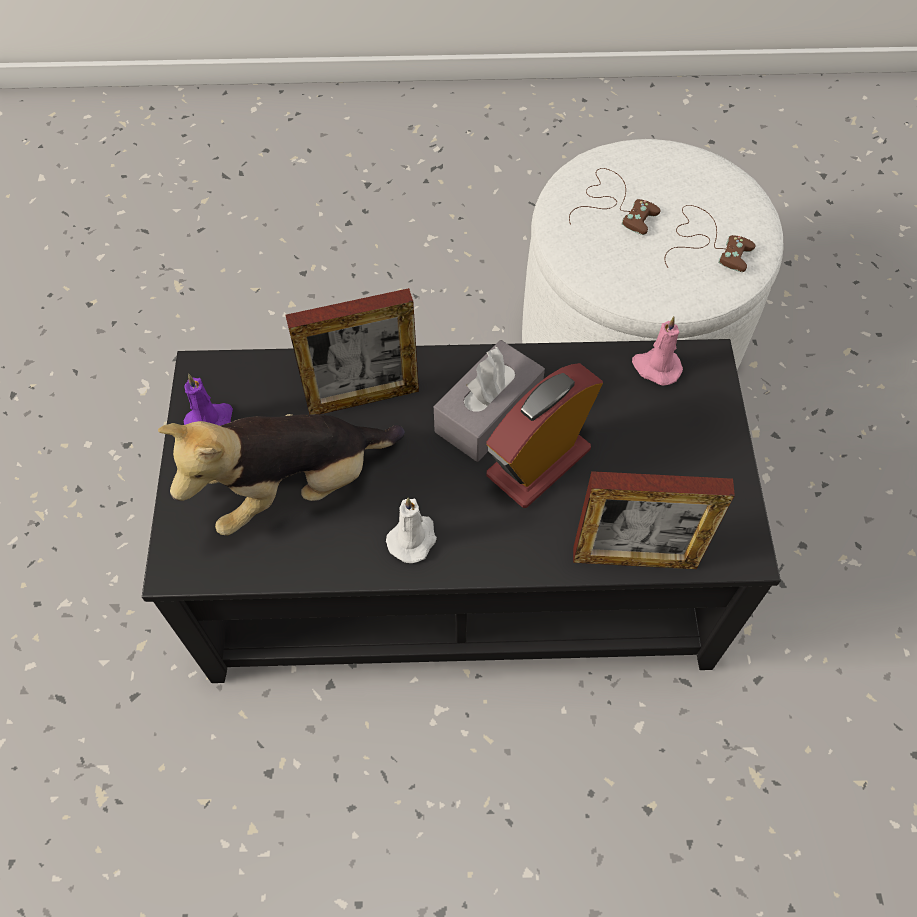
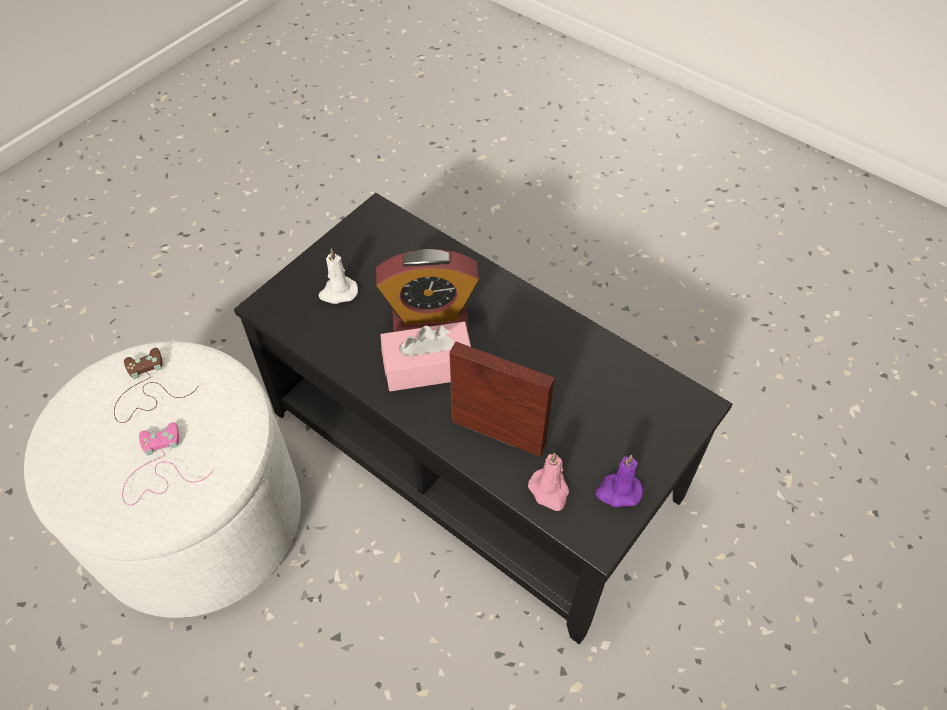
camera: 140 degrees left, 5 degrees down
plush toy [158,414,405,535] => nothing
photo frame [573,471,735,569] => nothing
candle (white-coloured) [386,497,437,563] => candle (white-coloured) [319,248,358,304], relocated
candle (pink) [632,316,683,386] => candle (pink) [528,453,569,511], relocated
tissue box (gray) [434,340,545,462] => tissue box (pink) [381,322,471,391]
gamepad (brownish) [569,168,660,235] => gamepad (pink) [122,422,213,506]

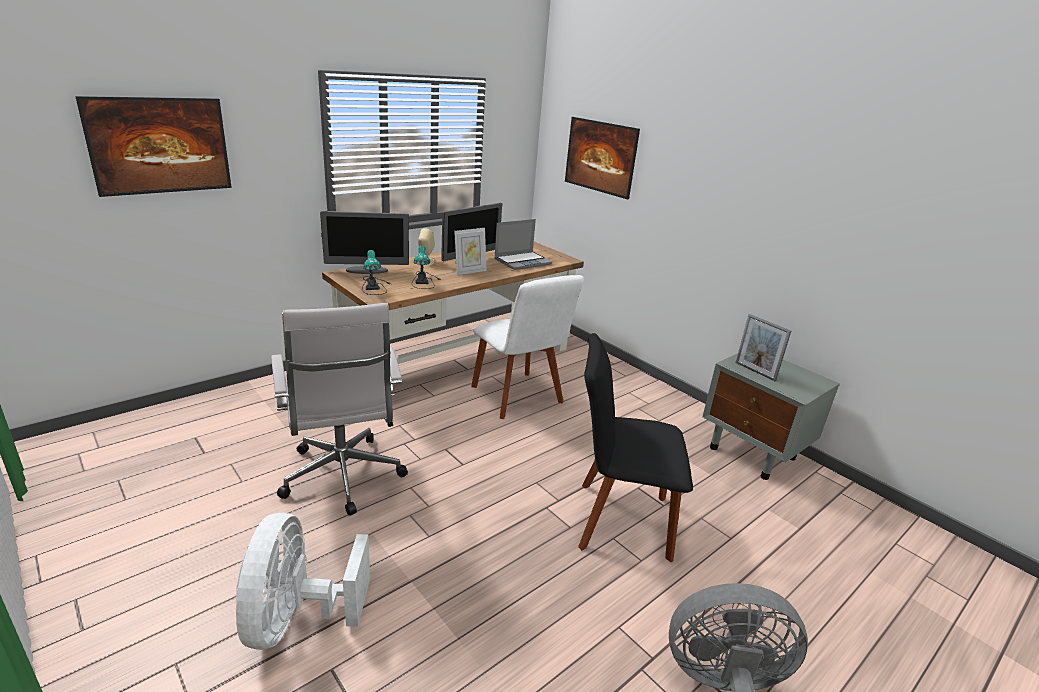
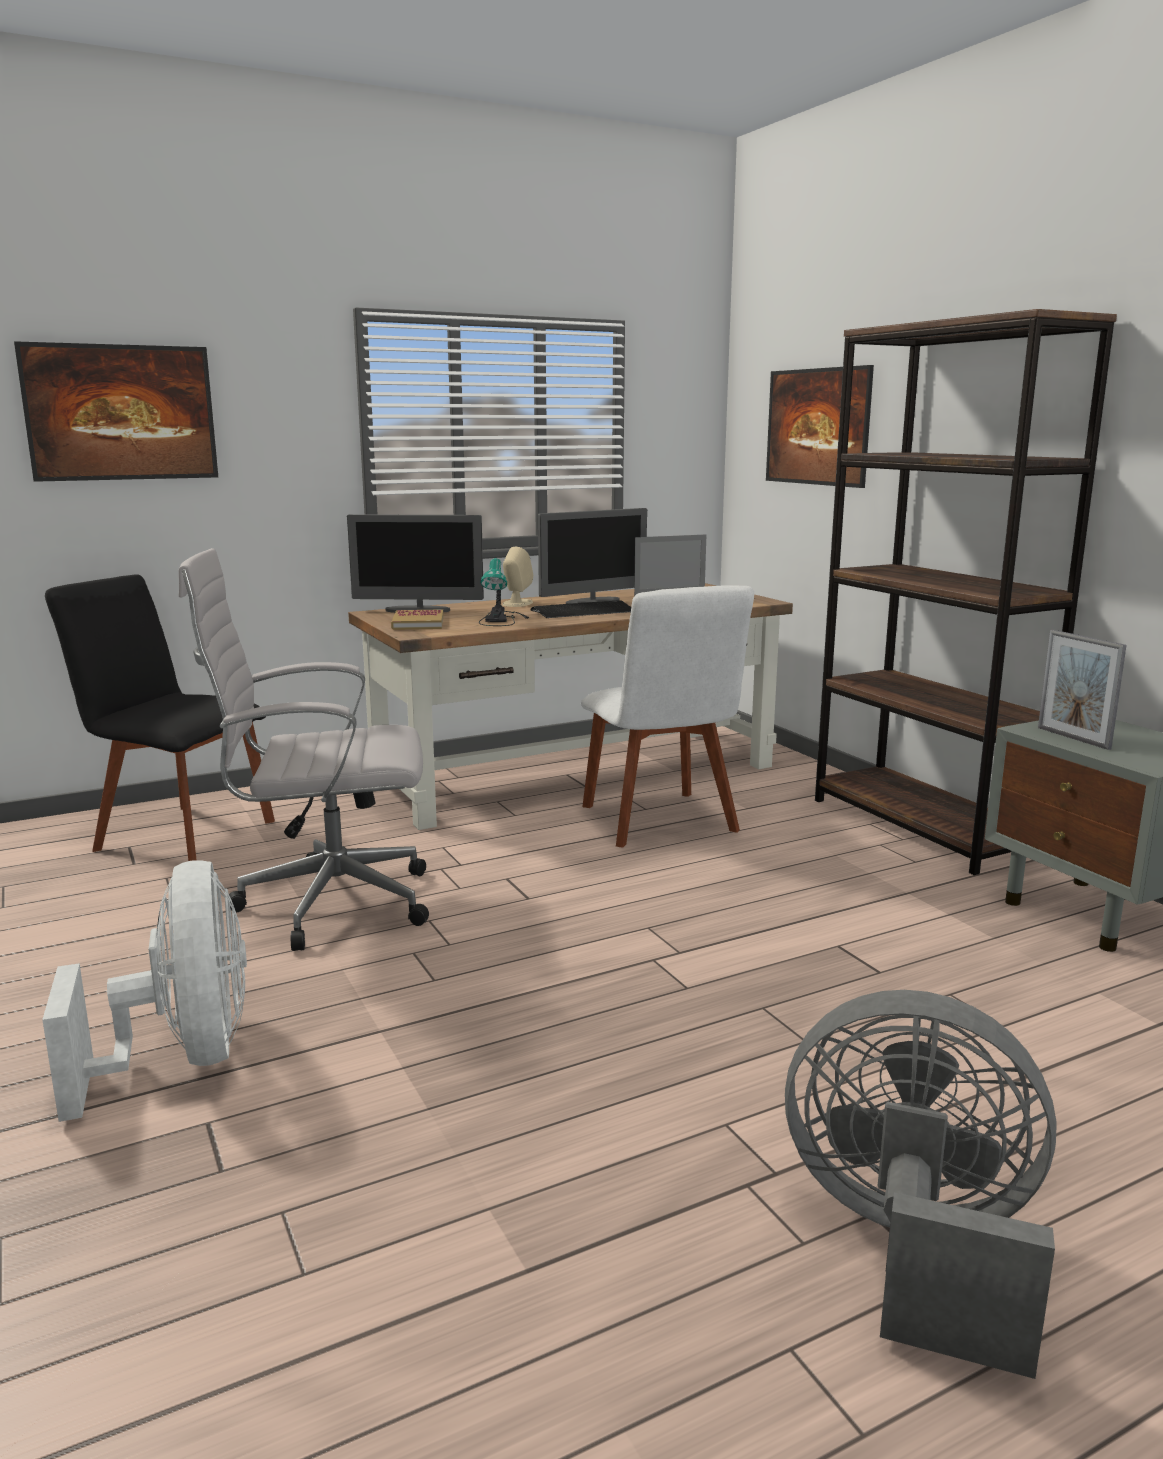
camera: 15 degrees right, 10 degrees down
nothing => shelving unit (brownish) [815,309,1117,875]
upright chair (black) [578,333,693,562] => upright chair (black) [45,575,275,861], relocated
lamp for a table [362,250,391,295] => volume [391,609,444,630]
photo frame [454,228,487,275] => keyboard [530,601,631,618]
fan (white-coloured) [236,513,370,650] => fan (white-coloured) [42,860,247,1122], 150 degrees clockwise
desk chair (white-coloured) [271,303,408,516] => desk chair (white-coloured) [179,548,429,951], 90 degrees clockwise

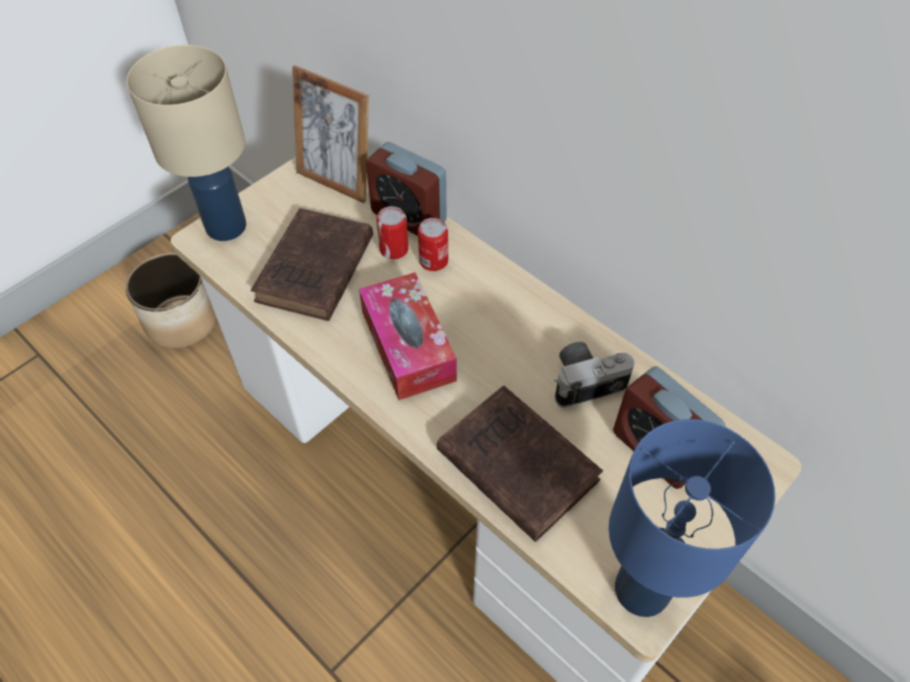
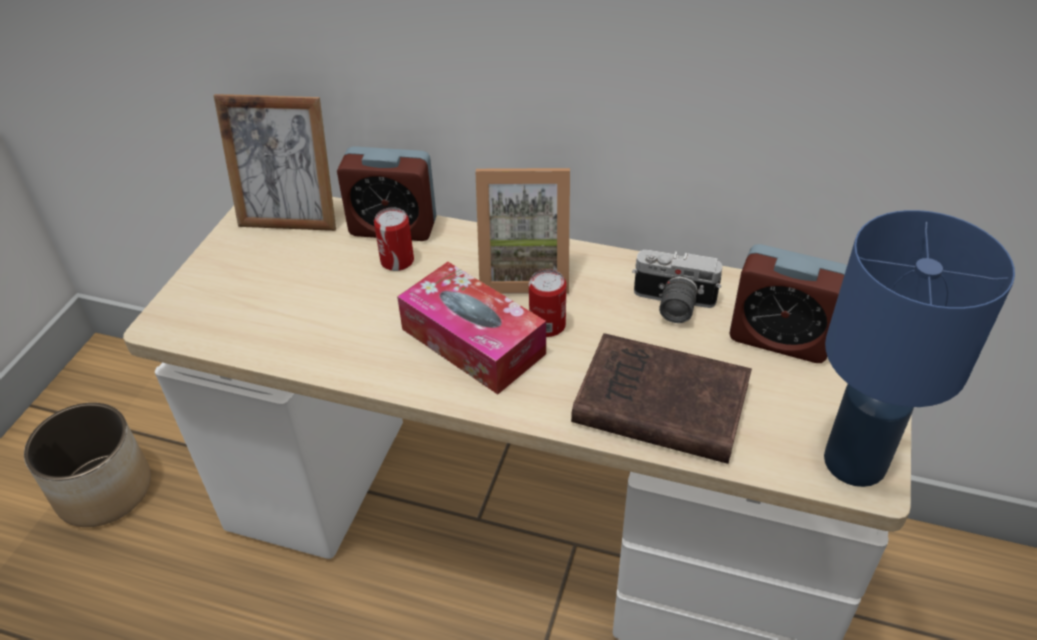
camera: 25 degrees left, 10 degrees down
lamp for a table (beige-coloured) [126,45,246,241] => nothing
volume (brownish) [251,208,373,321] => nothing
nothing => photo frame [476,168,570,294]
metal can [418,218,448,271] => metal can [529,269,566,337], relocated
photo camera [554,342,634,408] => photo camera [632,250,722,323], 120 degrees counterclockwise

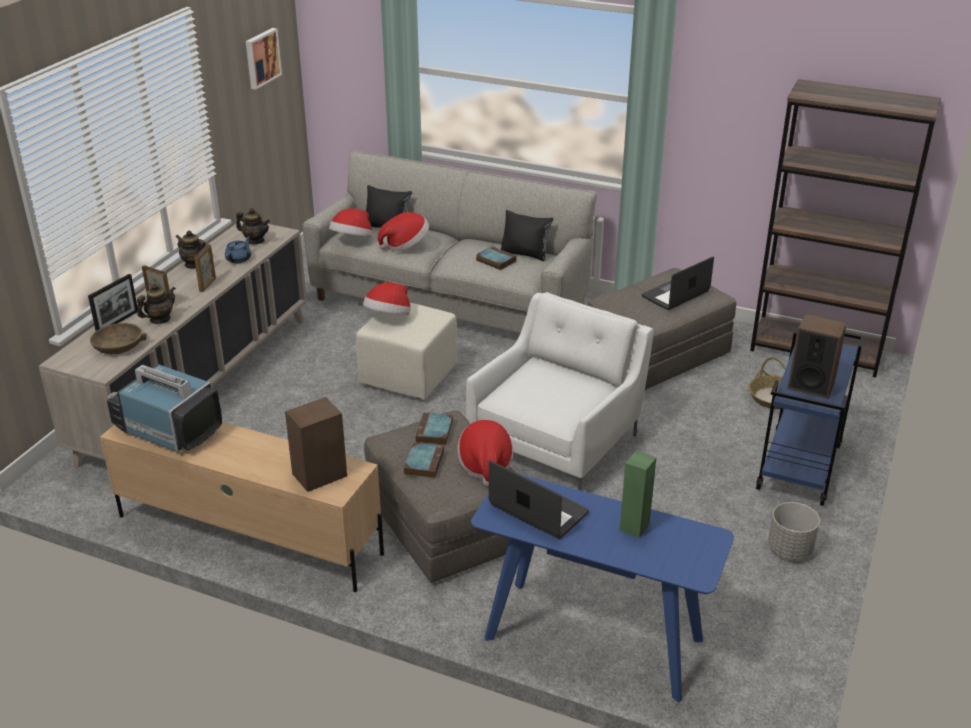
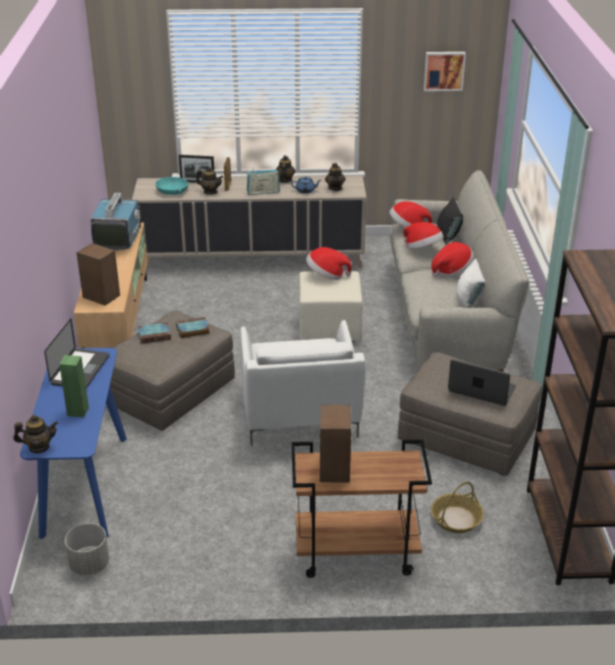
camera: 65 degrees right, 0 degrees up
volume [476,246,517,270] => nothing
nothing => tea pot [13,415,58,454]
hat [457,420,513,486] => hat [431,242,474,278], relocated
planter (gray) [768,502,820,560] => planter (gray) [65,523,109,575], relocated
photo frame [194,244,216,292] => radio set [247,168,280,195]
serving bowl (brownish) [90,323,147,355] => serving bowl (turquoise) [155,177,189,195]
cushion (black) [501,210,553,261] => cushion (white-coloured) [457,258,486,308]
trolley (blue) [756,323,865,506] => trolley (brownish) [292,439,432,578]
armchair (white-coloured) [466,292,653,490] => armchair (white-coloured) [240,320,366,446], 75 degrees clockwise

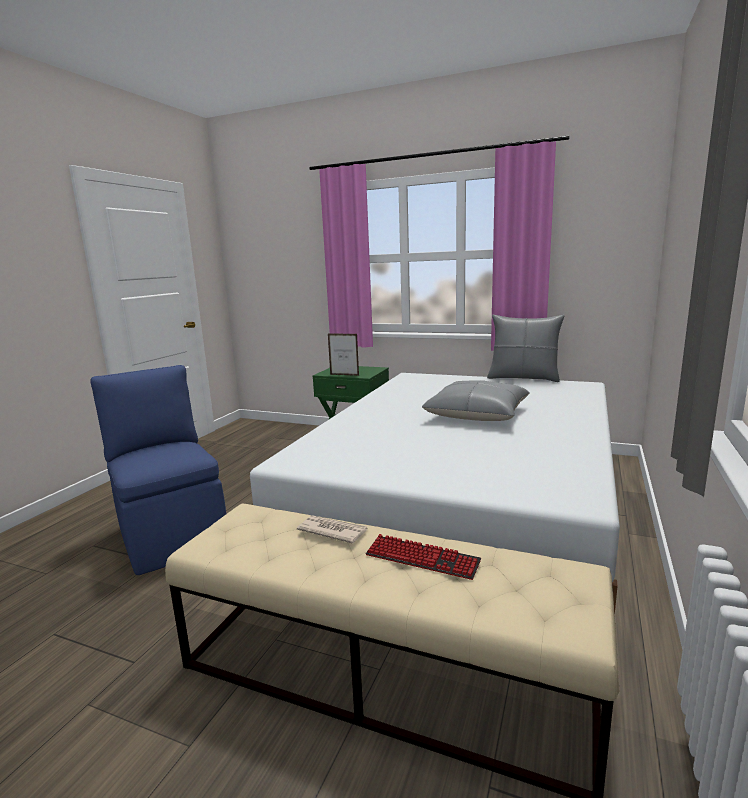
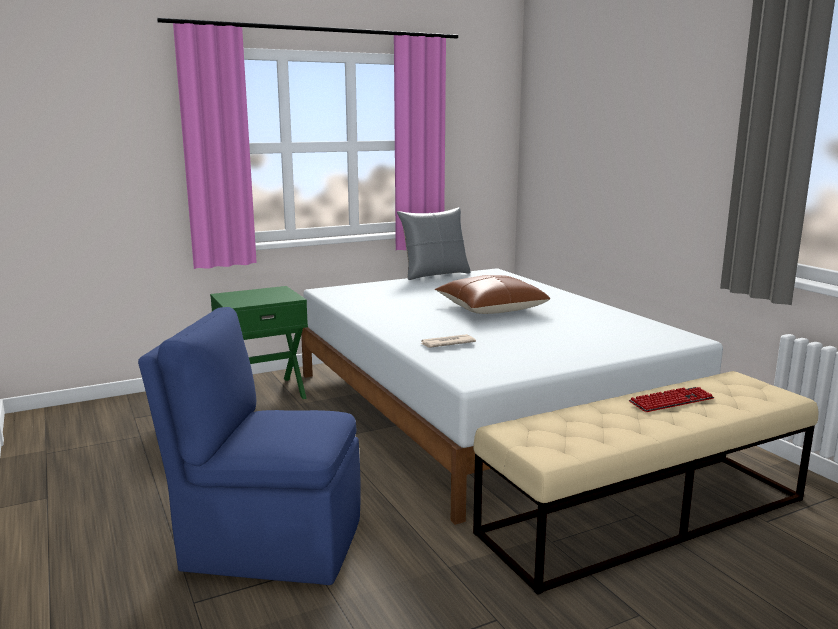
camera: 50 degrees left, 0 degrees up
photo frame [328,333,359,376] => nothing
daily paper [297,515,368,543] => daily paper [420,334,476,348], relocated
cushion (gray) [422,380,530,421] => cushion (brownish) [434,275,551,314]

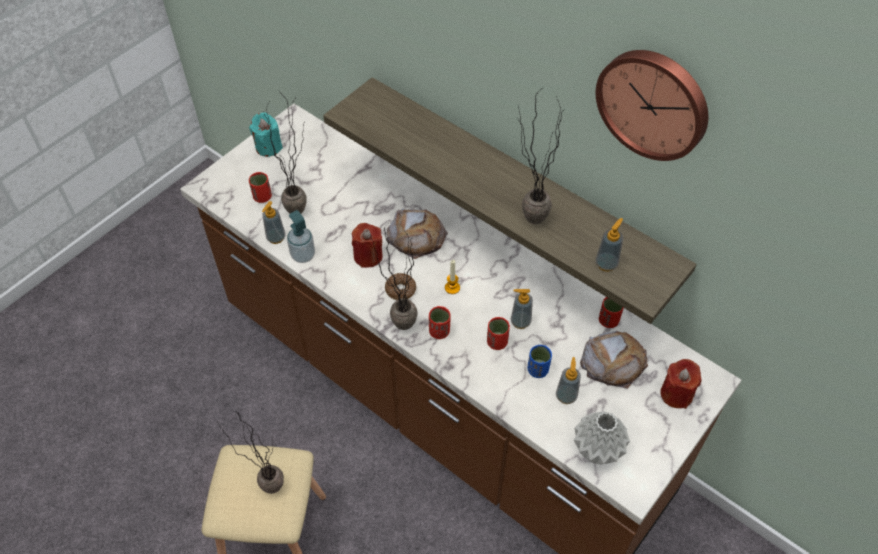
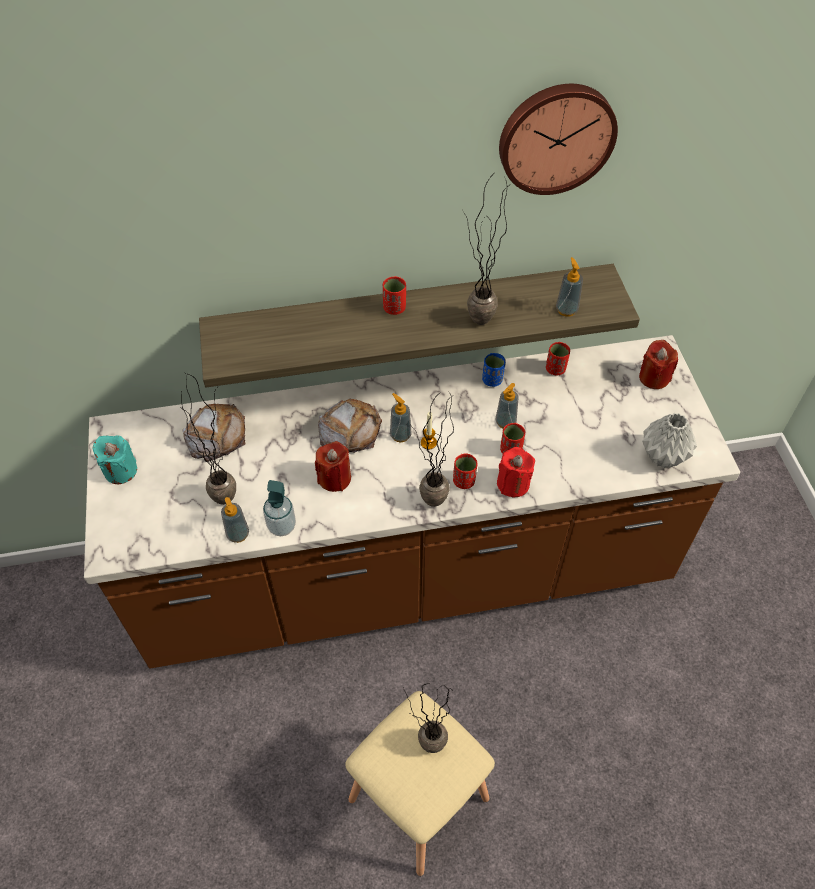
camera: 50 degrees left, 0 degrees up
donut [385,273,416,300] => nothing
nothing => candle (red) [497,447,535,497]
cup (red) [249,172,272,203] => cup (red) [383,276,406,315], relocated
cup (blue) [527,345,552,378] => cup (blue) [482,353,505,387], relocated
soap bottle [556,357,581,404] => soap bottle [390,393,412,442], relocated
bread [580,331,648,389] => bread [182,404,245,462], relocated

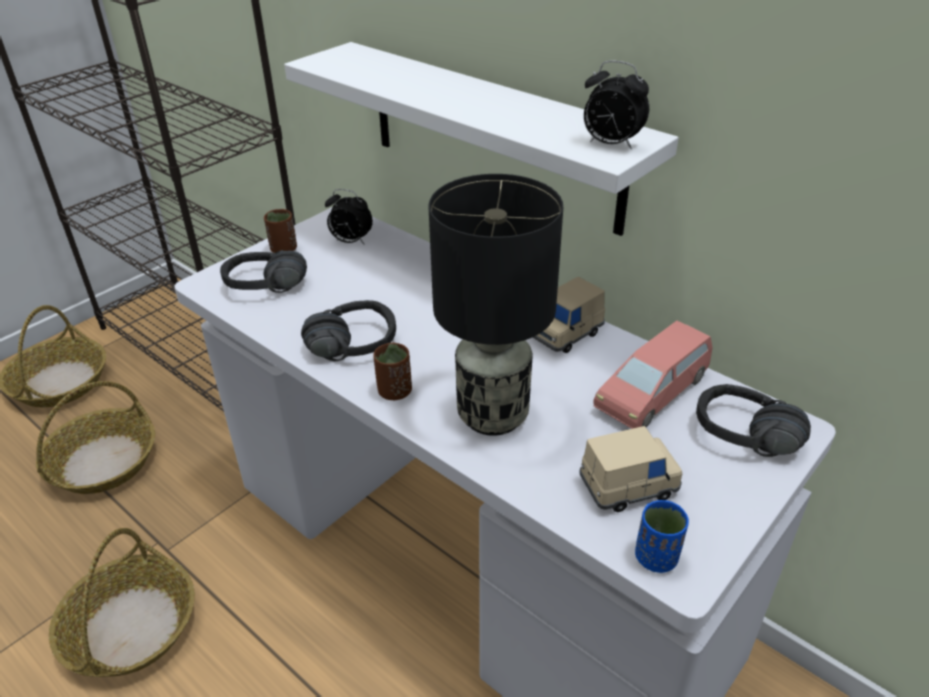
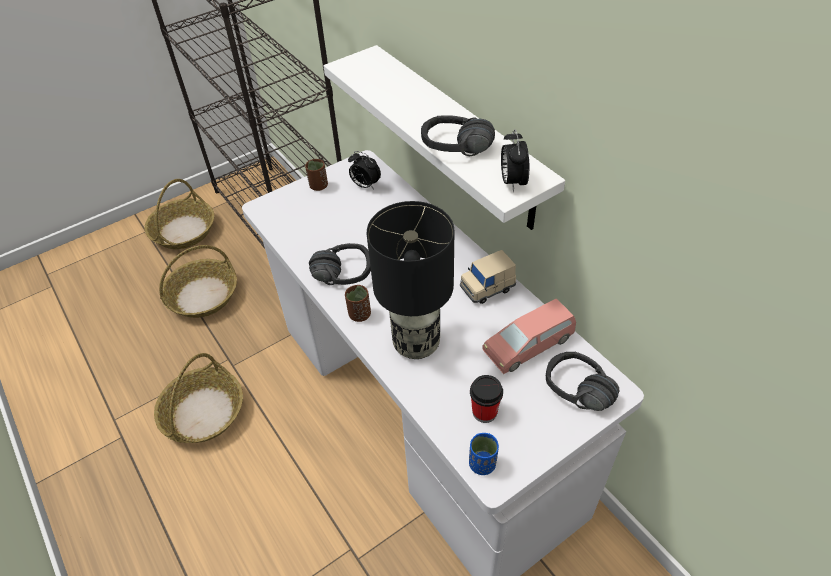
camera: 15 degrees right, 10 degrees up
pair of headphones (black) [220,250,307,293] => pair of headphones (black) [421,115,495,156], relocated
model car (beige-coloured) [579,426,682,512] => cup [470,375,503,423]
alarm clock [584,60,649,149] => alarm clock [501,129,529,192], 45 degrees clockwise

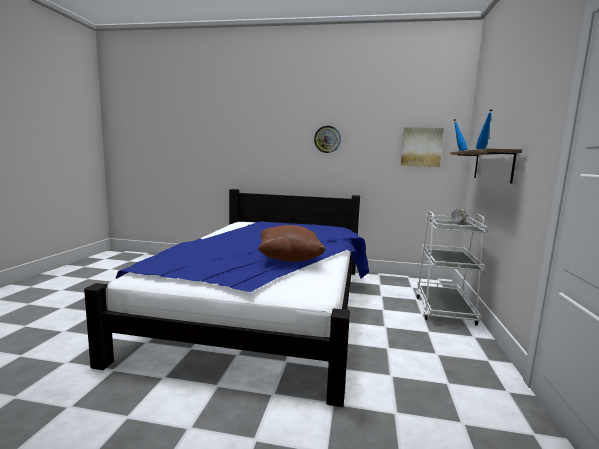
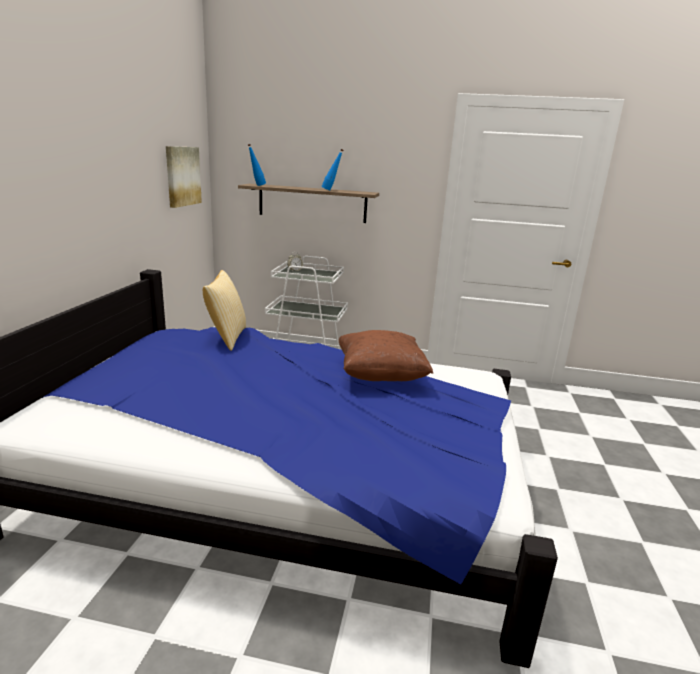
camera: 90 degrees left, 10 degrees up
hanging clock [314,126,341,153] => nothing
nothing => cushion [203,270,246,351]

